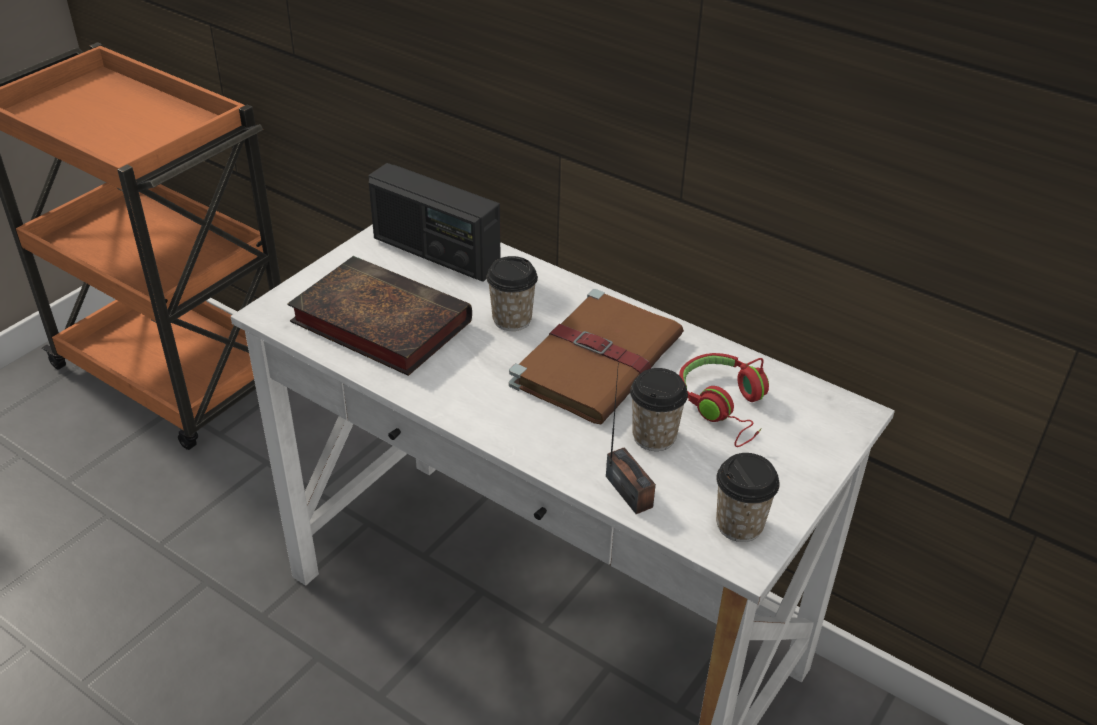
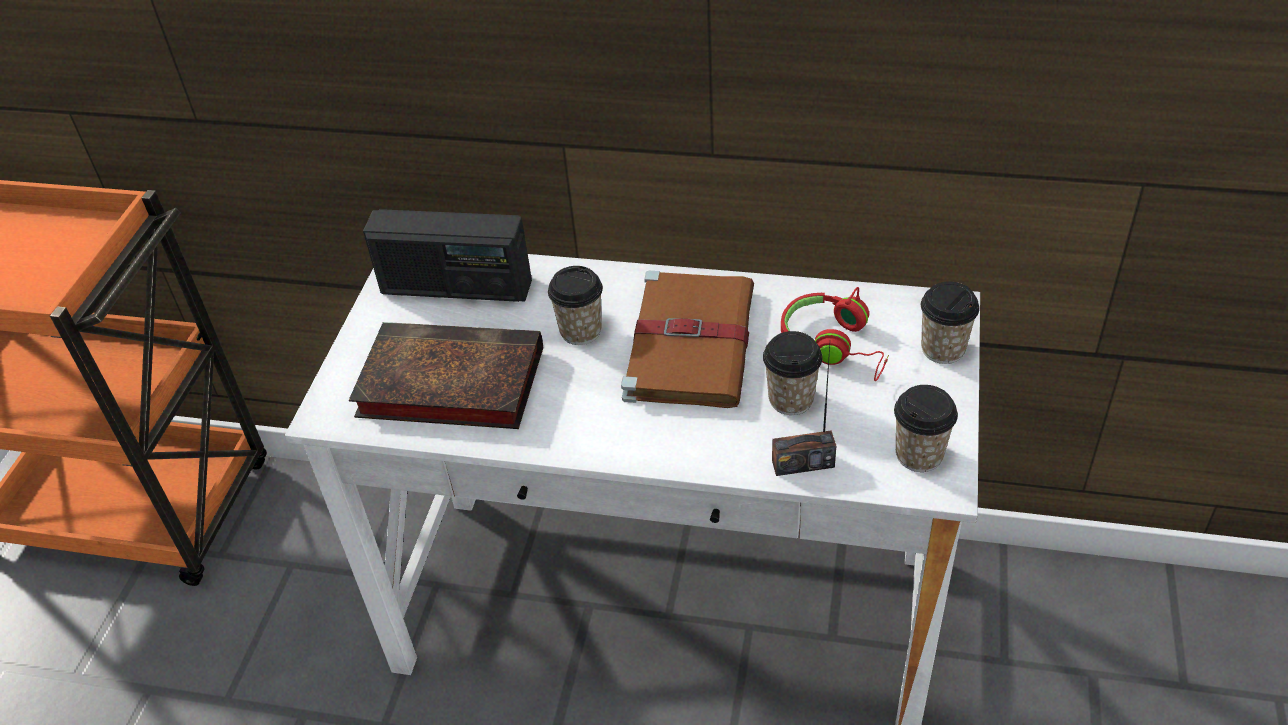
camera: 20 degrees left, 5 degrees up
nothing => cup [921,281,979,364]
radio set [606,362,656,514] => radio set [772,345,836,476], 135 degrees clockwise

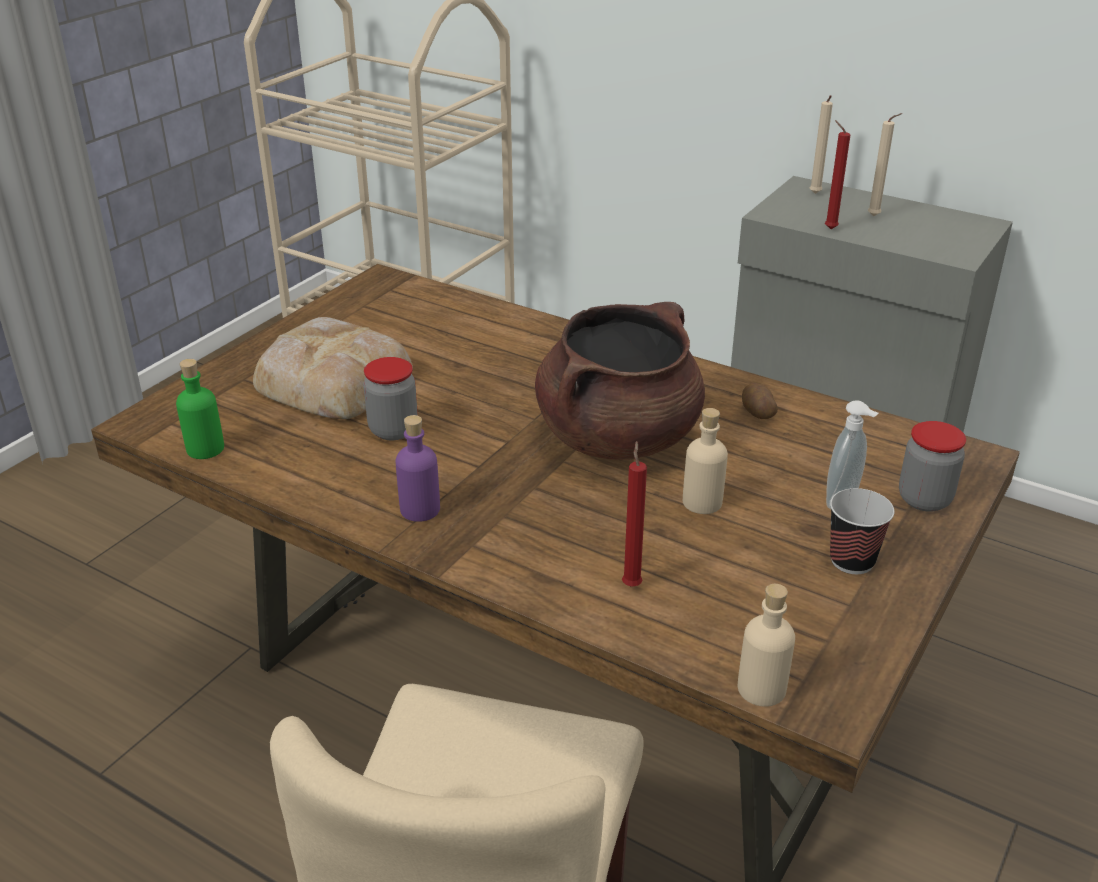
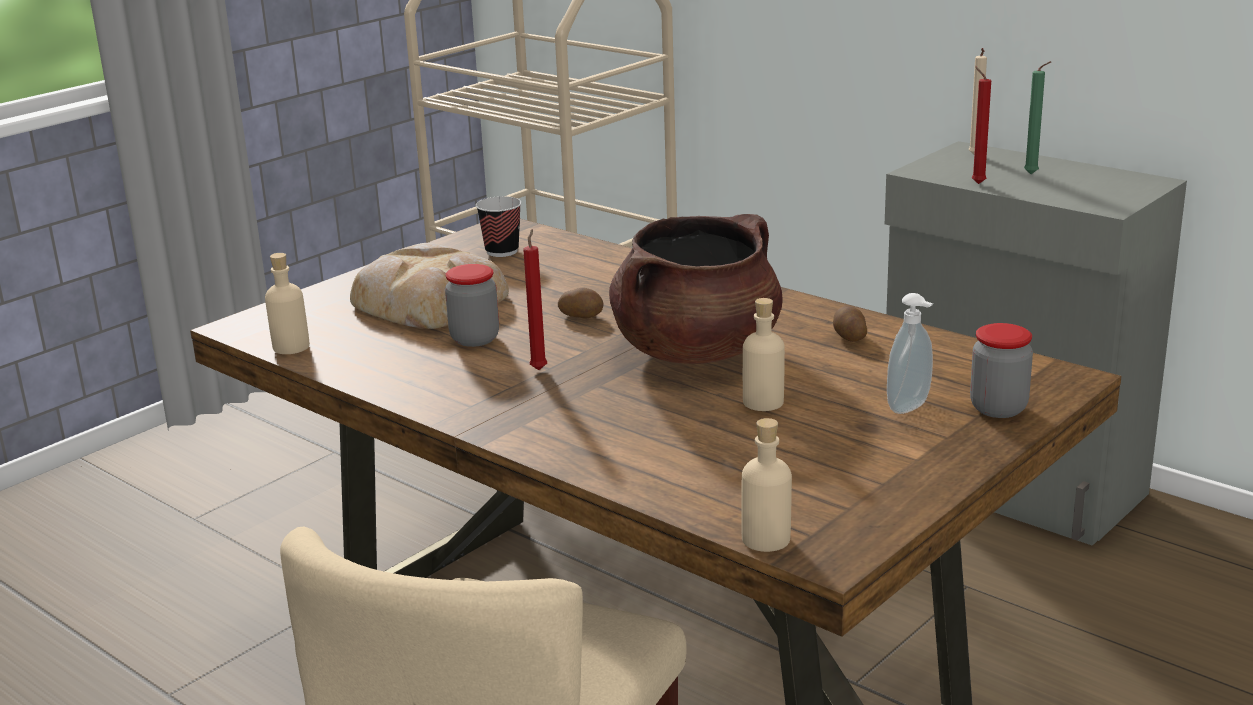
camera: 10 degrees right, 10 degrees down
bottle (purple-coloured) [395,415,440,522] => nothing
nothing => spud [558,288,604,318]
candle (red) [622,441,647,587] => candle (red) [523,229,547,370], relocated
cup [830,488,895,574] => cup [476,196,521,257], relocated
bottle (green) [176,359,224,459] => bottle (beige-coloured) [265,253,310,354]
candle (beige-coloured) [868,113,902,216] => candle (green) [1024,61,1051,174]

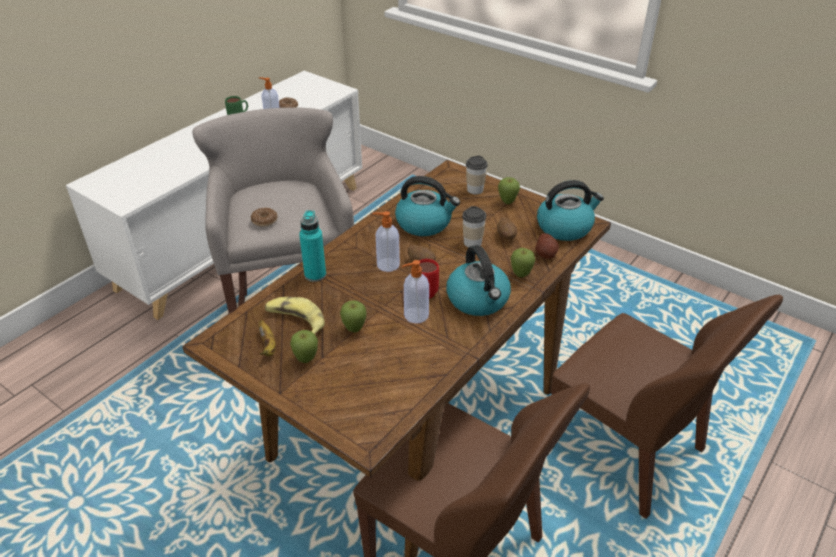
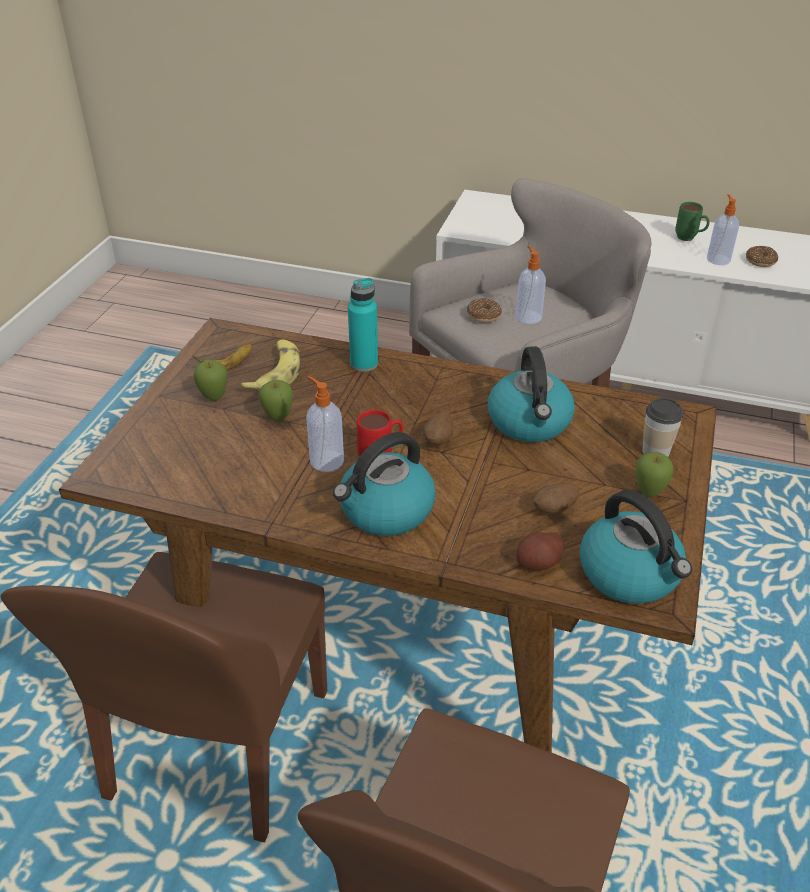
camera: 70 degrees right, 0 degrees up
cup [462,206,486,248] => nothing
apple [511,248,536,277] => nothing
soap bottle [372,211,400,272] => soap bottle [516,246,546,324], relocated

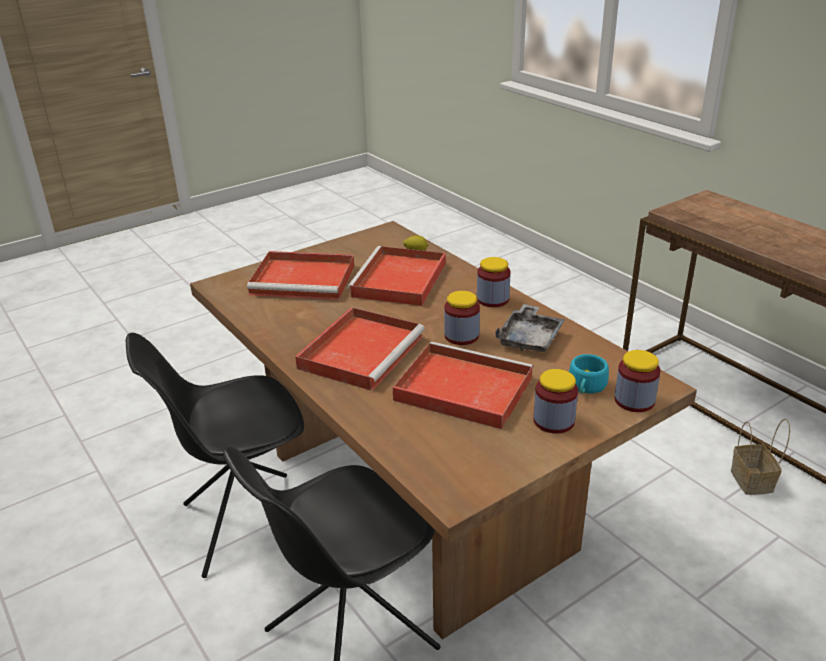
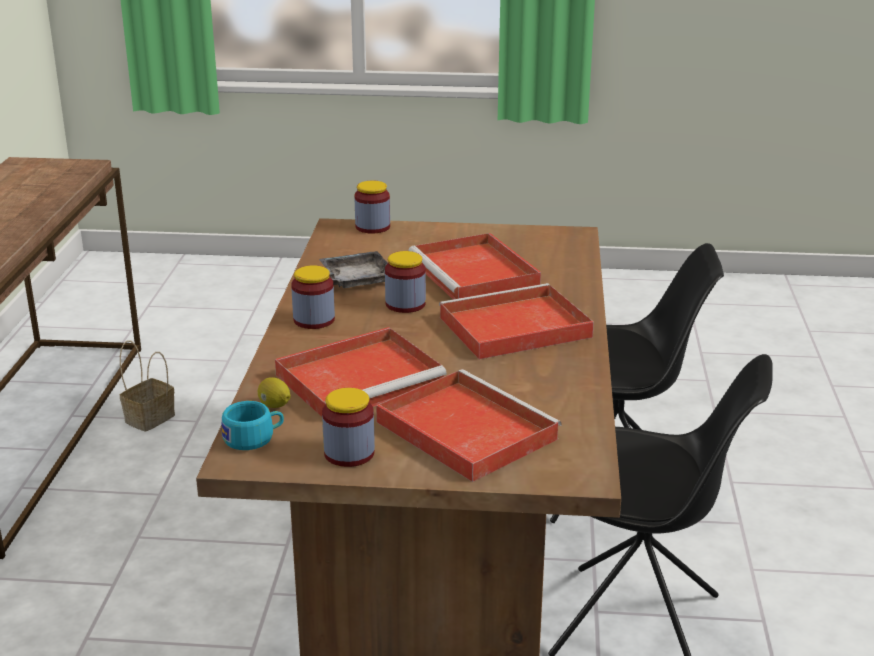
camera: 140 degrees left, 5 degrees down
jar [534,369,578,434] => jar [322,388,375,467], relocated
cup (turquoise) [569,354,609,394] => cup (turquoise) [222,401,284,450], relocated

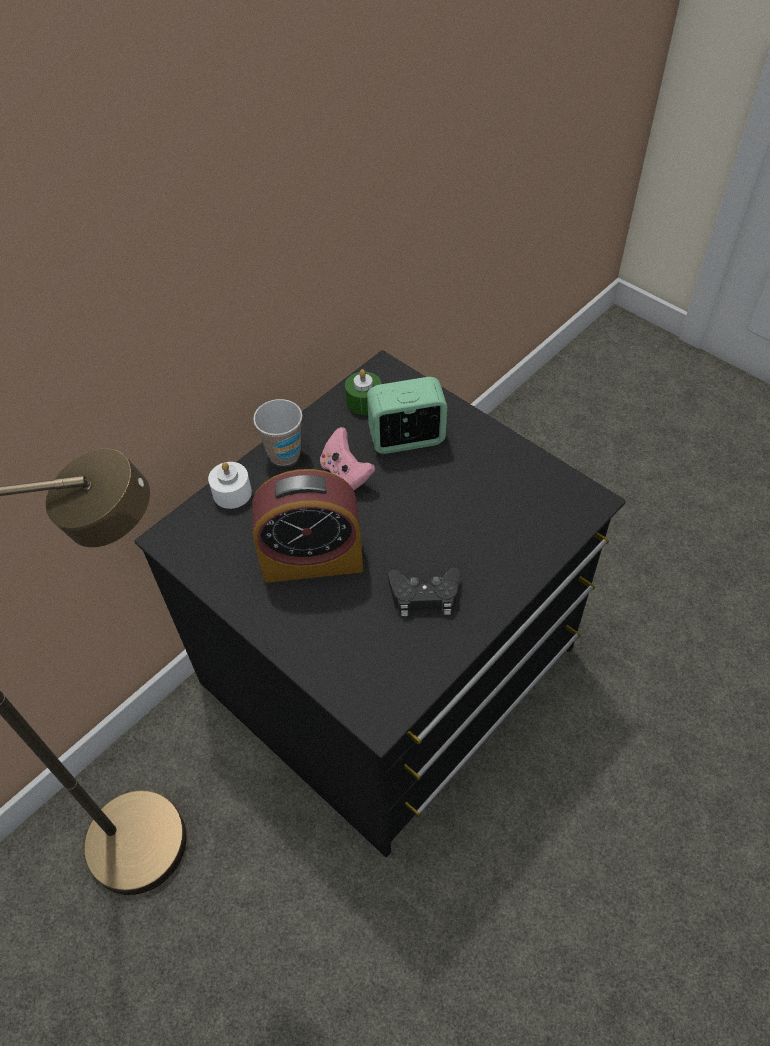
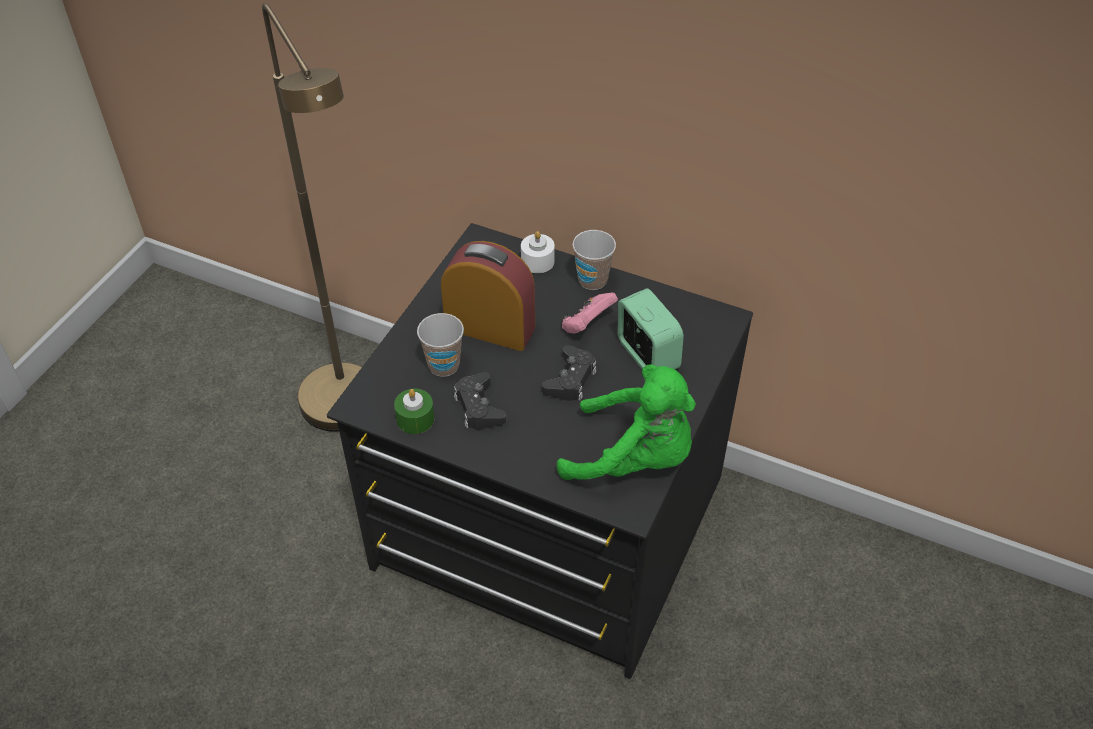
camera: 70 degrees right, 5 degrees down
nothing => cup [417,313,464,377]
nothing => gamepad (black) [542,345,597,401]
nothing => plush toy (green) [557,364,696,480]
candle (green) [345,369,382,415] => candle (green) [394,389,434,434], relocated
alarm clock [252,469,363,583] => alarm clock [441,241,535,351], 135 degrees clockwise

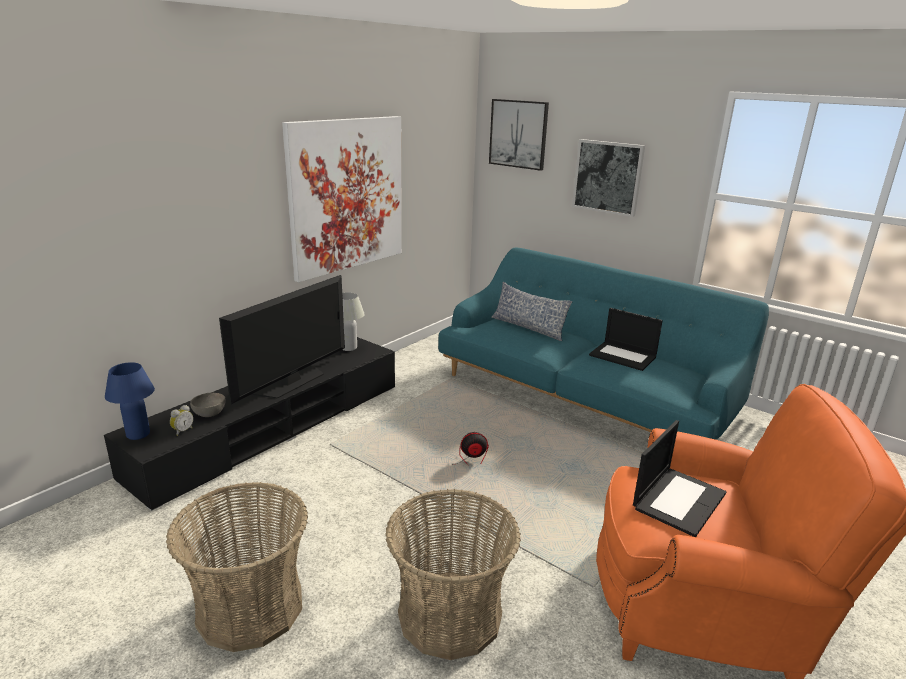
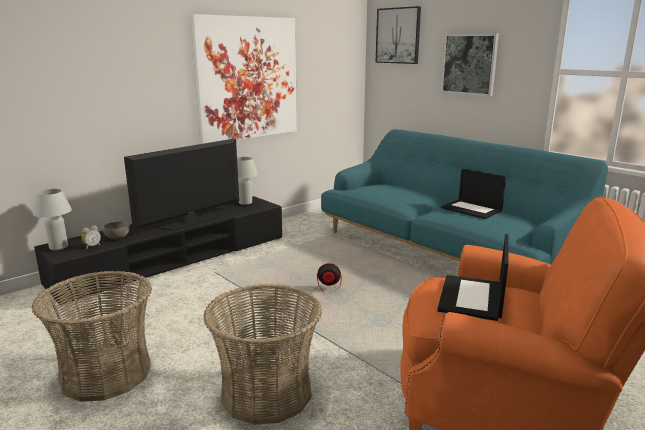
camera: 10 degrees right, 5 degrees down
cushion [491,282,573,341] => nothing
lamp for a table (blue) [105,362,155,440] => lamp for a table (white-coloured) [33,189,72,250]
laptop [633,420,727,537] => laptop [437,234,508,321], 150 degrees clockwise

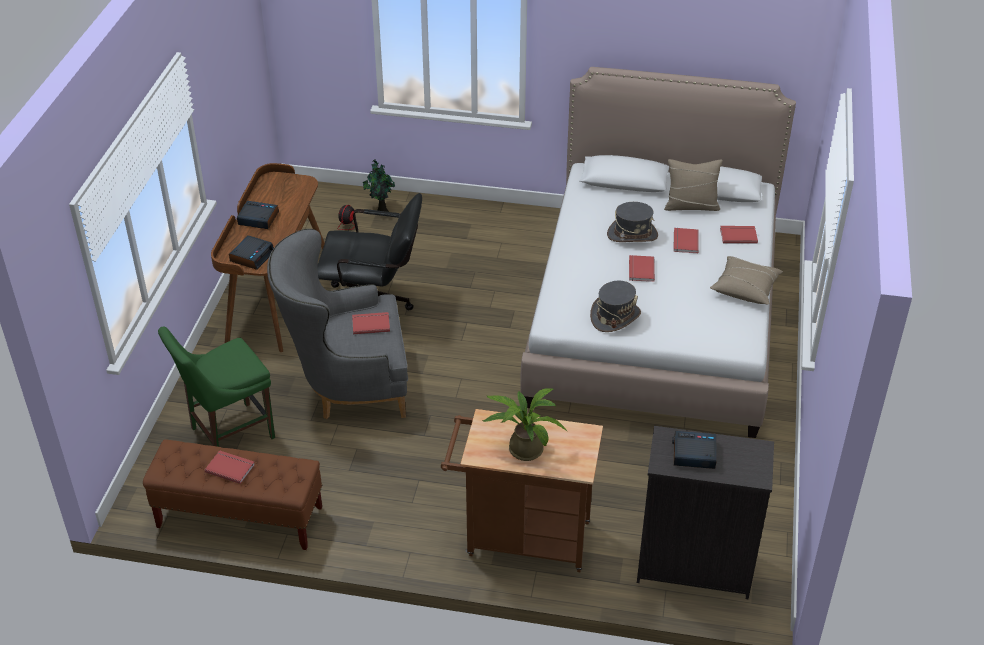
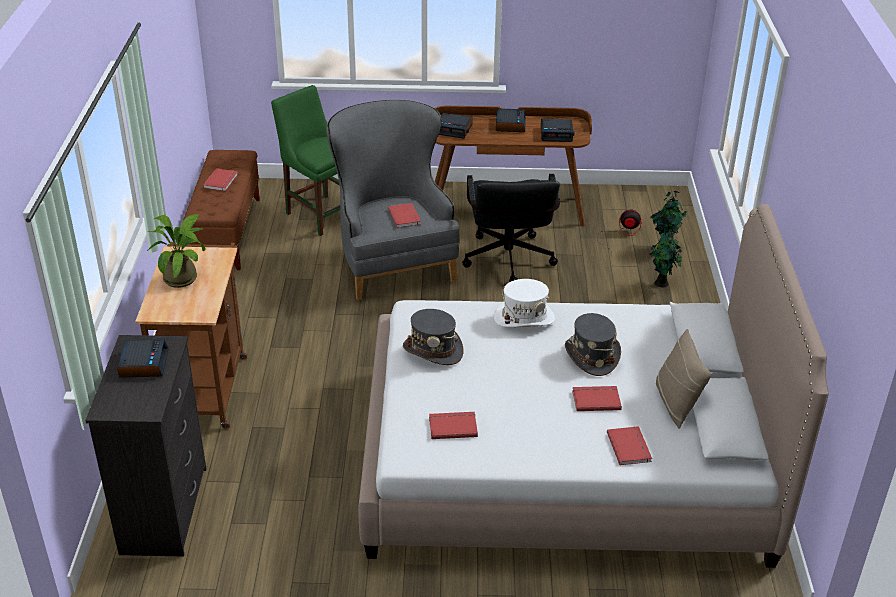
camera: 80 degrees right, 5 degrees down
cushion (beige-coloured) [710,256,783,305] => nothing
nothing => hat (white-coloured) [494,279,555,327]
nothing => alarm clock [541,119,574,142]
nothing => plant in a pot [650,230,682,287]
volume (red) [629,255,655,282] => volume (red) [429,412,478,439], relocated

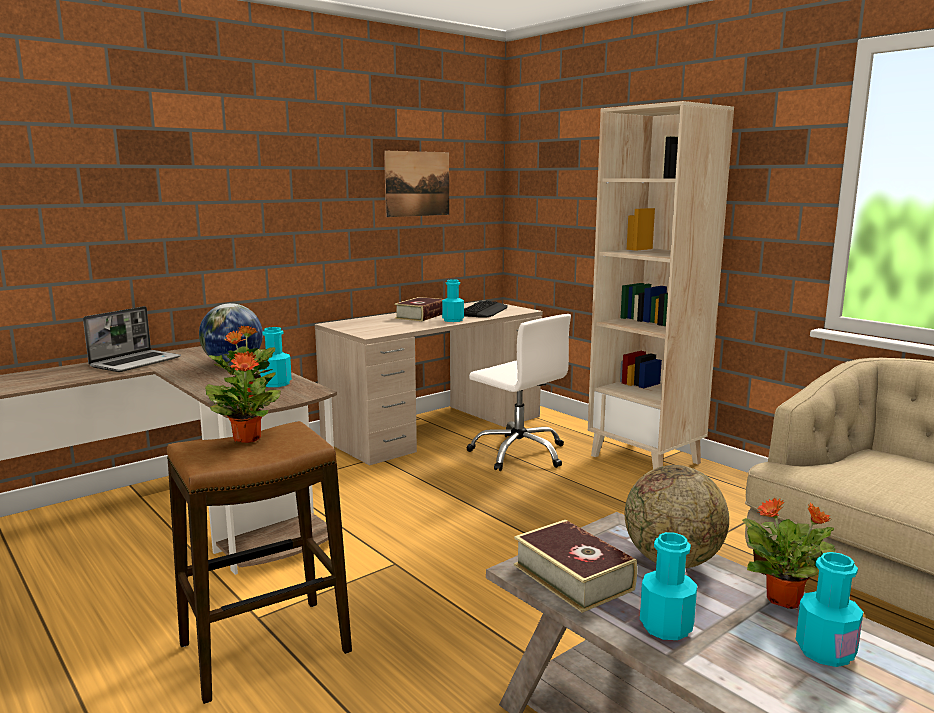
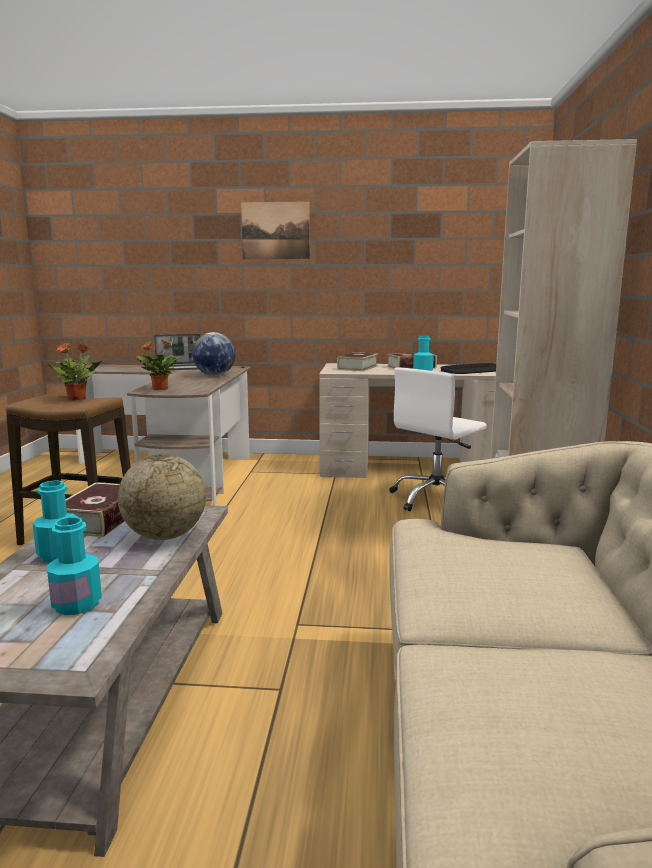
camera: 45 degrees right, 0 degrees up
bottle (turquoise) [259,327,292,387] => nothing
plant in a pot [742,497,836,609] => nothing
nothing => volume [337,352,378,371]
wall art [384,151,449,217] => wall art [241,202,310,260], relocated
desk chair (white-coloured) [467,314,571,471] => desk chair (white-coloured) [389,367,487,511], 45 degrees clockwise

